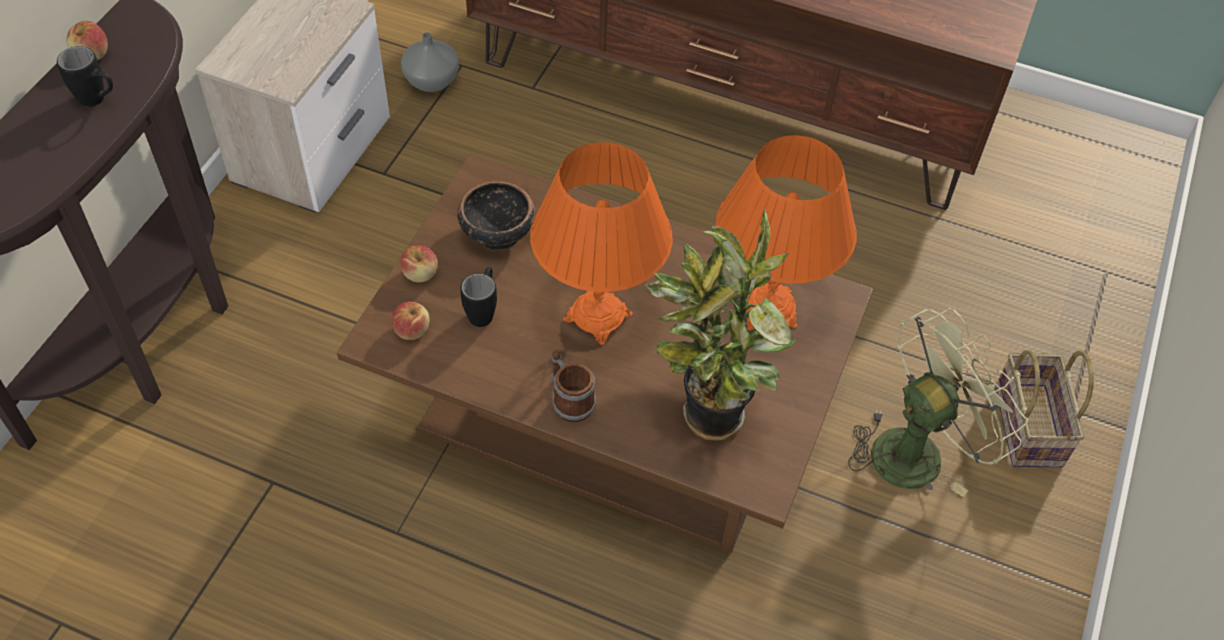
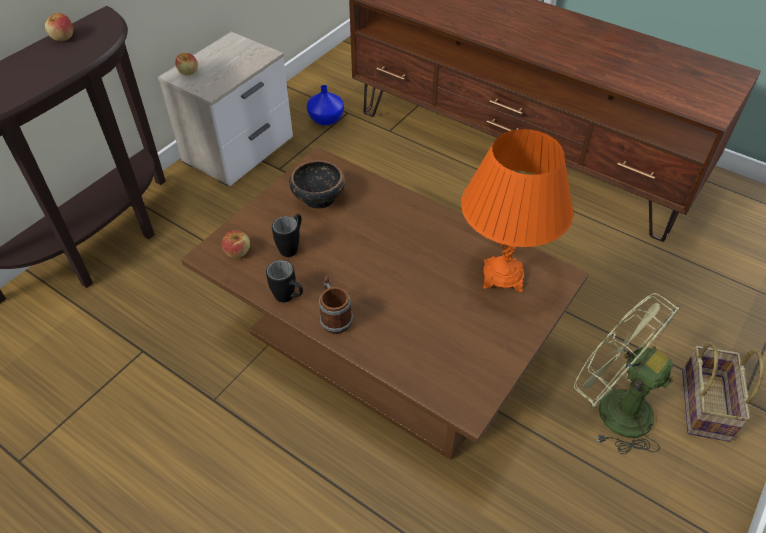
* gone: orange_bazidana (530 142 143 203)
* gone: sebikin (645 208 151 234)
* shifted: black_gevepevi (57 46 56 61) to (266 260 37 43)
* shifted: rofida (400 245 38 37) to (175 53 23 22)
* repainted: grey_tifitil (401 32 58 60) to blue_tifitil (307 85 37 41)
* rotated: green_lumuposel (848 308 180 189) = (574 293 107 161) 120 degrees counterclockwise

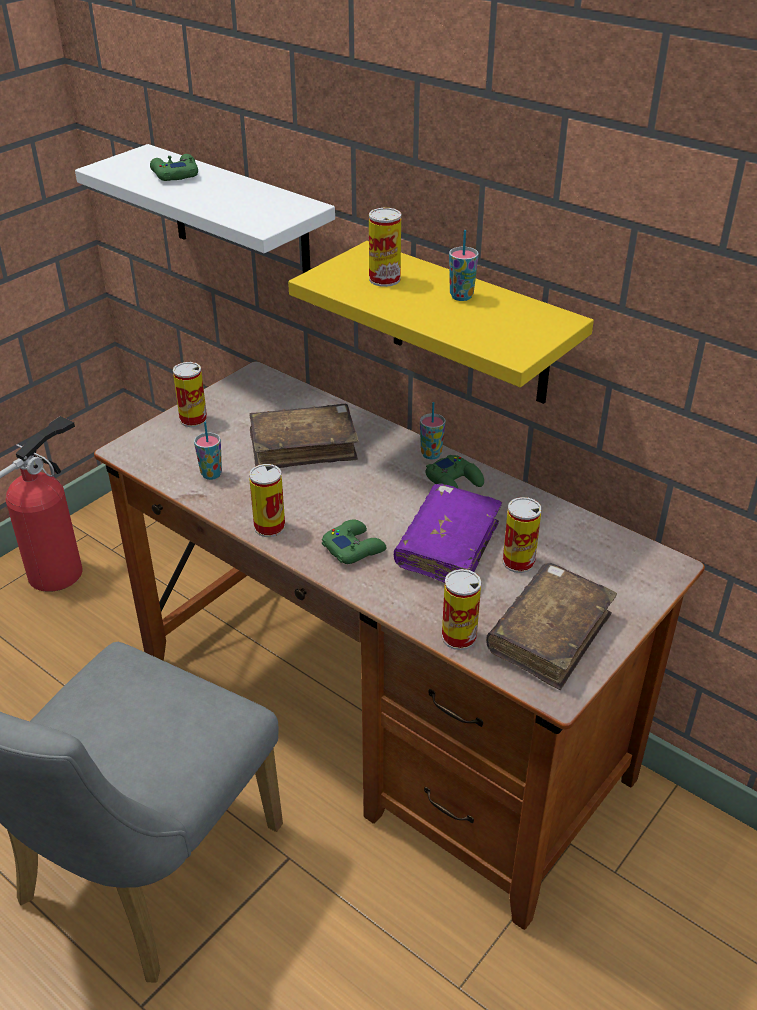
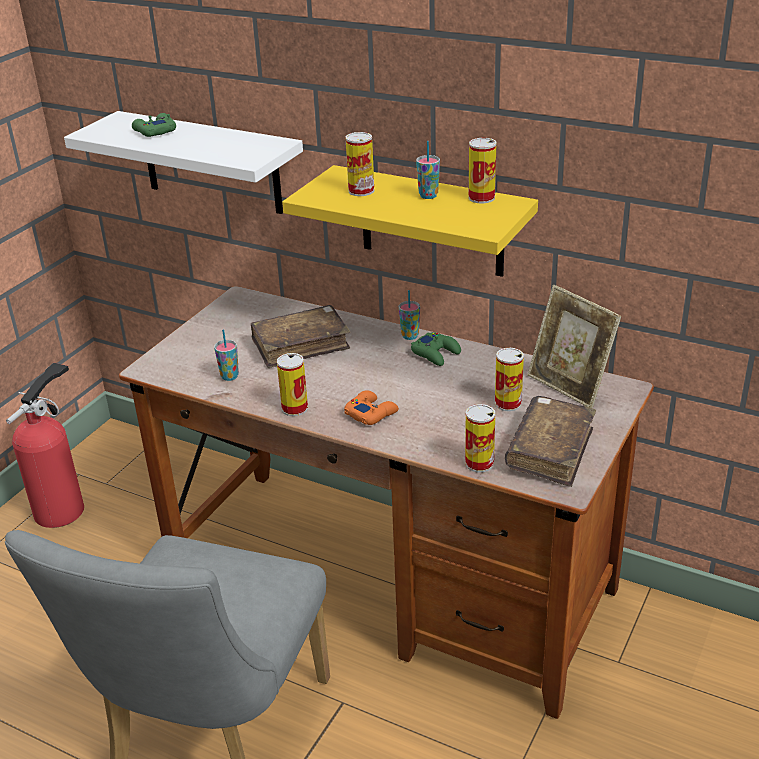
* gone: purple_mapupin (394 483 108 100)
* new: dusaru (527 285 94 123)
* shifted: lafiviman (173 362 34 65) to (468 138 28 65)
* repainted: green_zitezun (322 519 65 45) to orange_zitezun (344 390 55 35)

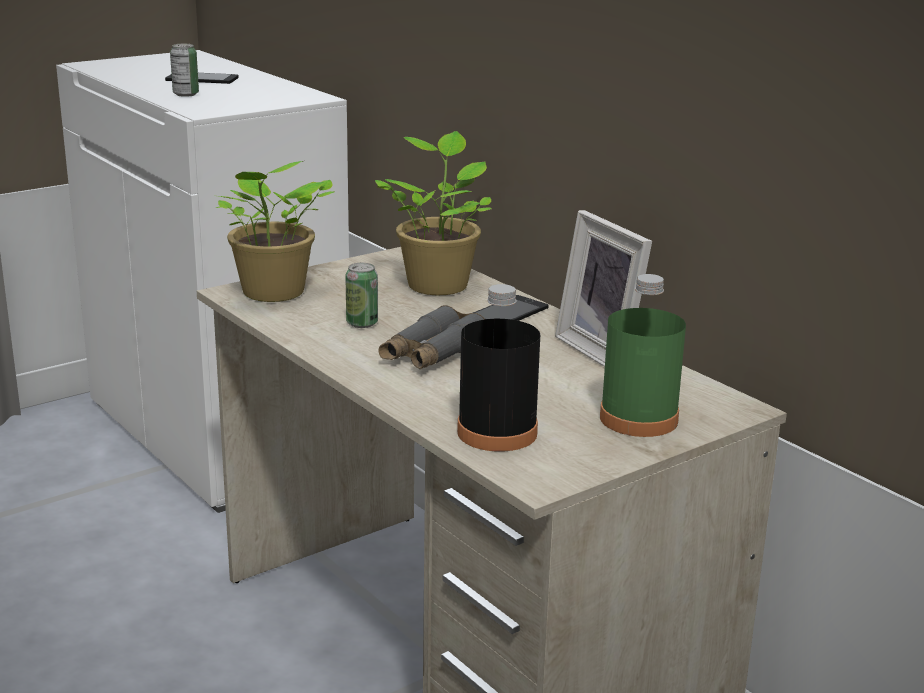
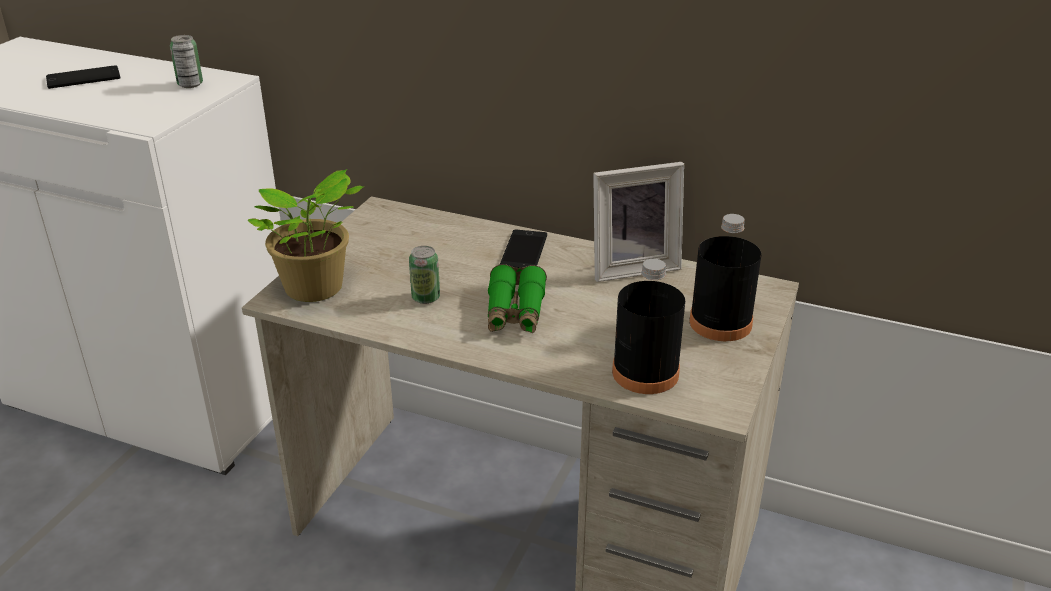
* gone: sebikin (375 131 116 164)
* shifted: lafiviman (170 44 29 53) to (170 35 33 53)
* repainted: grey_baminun (378 305 107 64) to green_baminun (488 264 59 69)
* repainted: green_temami (600 274 86 163) to black_temami (689 214 72 127)
* rotated: dusaru (555 210 97 157) = (593 162 91 120) 45 degrees counterclockwise

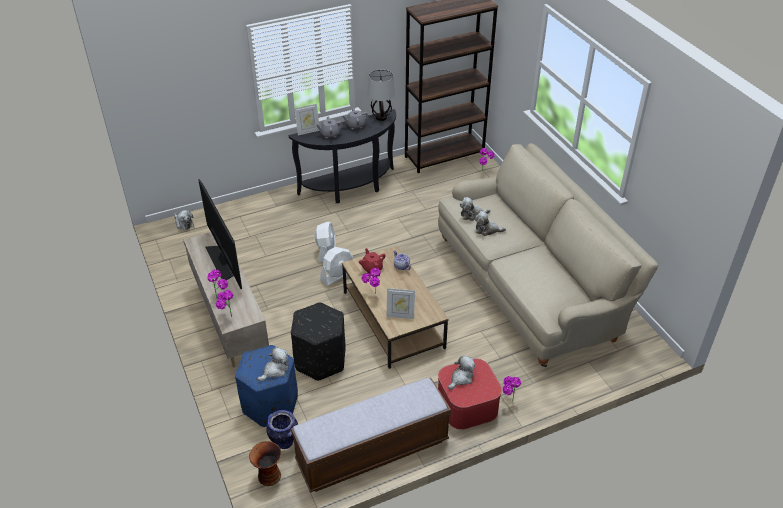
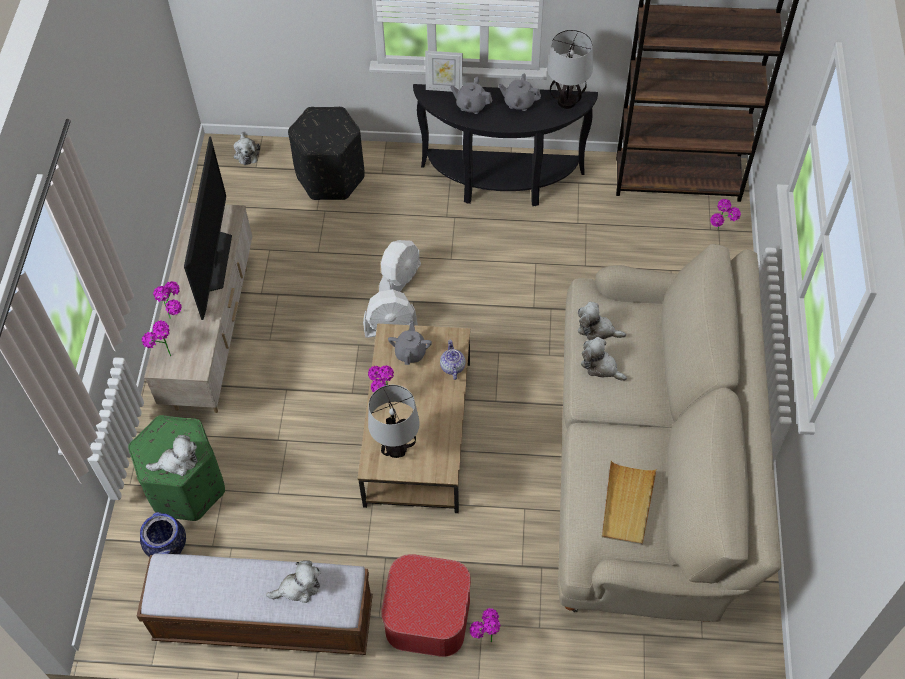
* gone: tifitil (249 441 32 45)
* new: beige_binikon (602 461 55 84)
* shifted: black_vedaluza (291 302 54 79) to (288 107 76 93)
* shifted: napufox (448 355 27 34) to (266 560 54 43)
* swapped: dusaru (387 288 28 31) to bazidana (368 385 52 73)
* repainted: blue_vedaluza (235 345 63 82) to green_vedaluza (128 415 97 106)
* repainted: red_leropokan (359 248 27 26) to grey_leropokan (388 321 44 44)

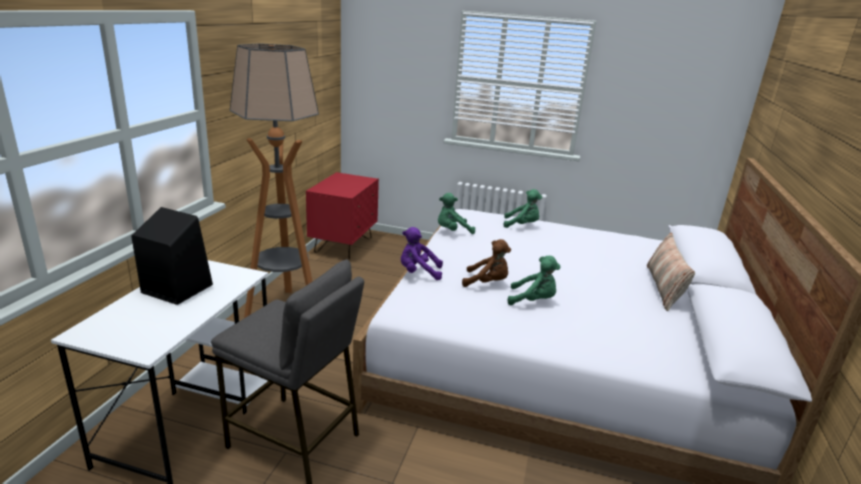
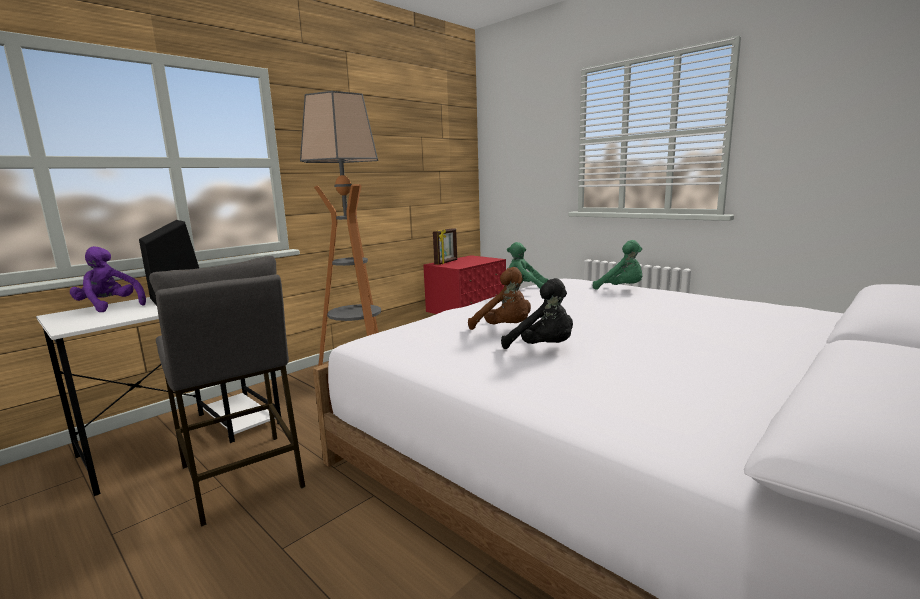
* gone: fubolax (647 232 48 79)
* new: dusaru (433 228 24 37)
* shifted: purple_napufox (401 227 42 53) to (70 246 76 66)
* repainted: green_napufox (508 256 53 49) to black_napufox (501 278 72 71)

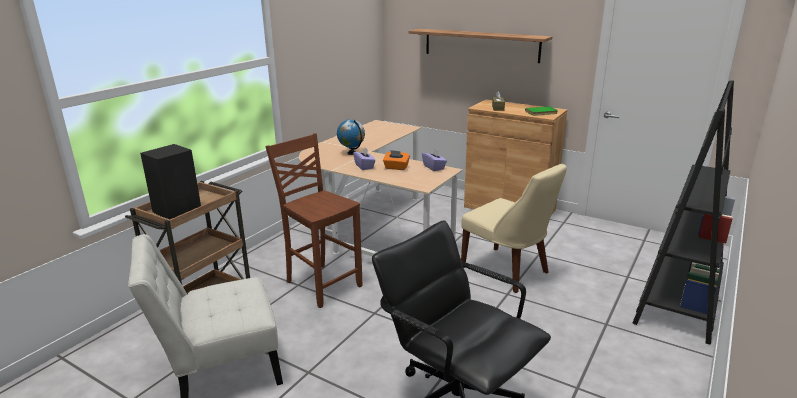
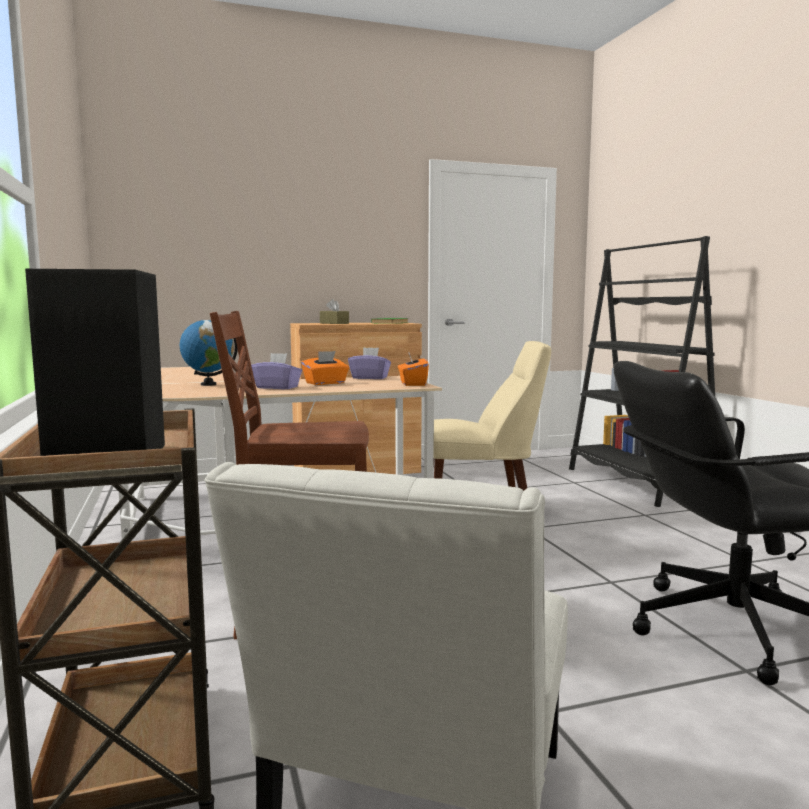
* gone: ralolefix (408 29 144 34)
* new: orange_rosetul (398 353 31 33)

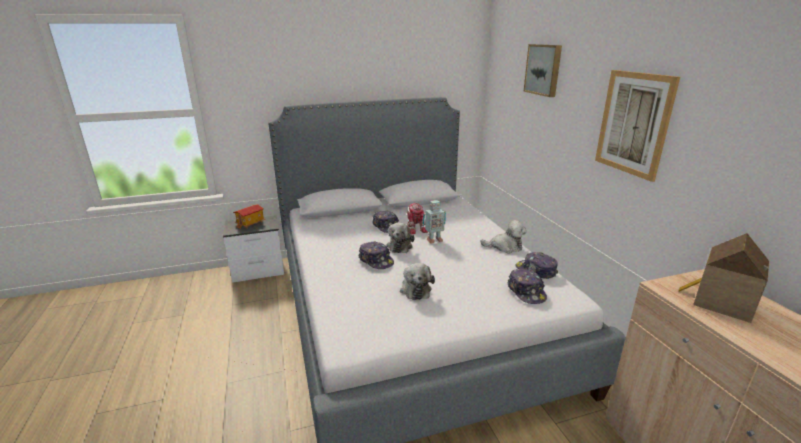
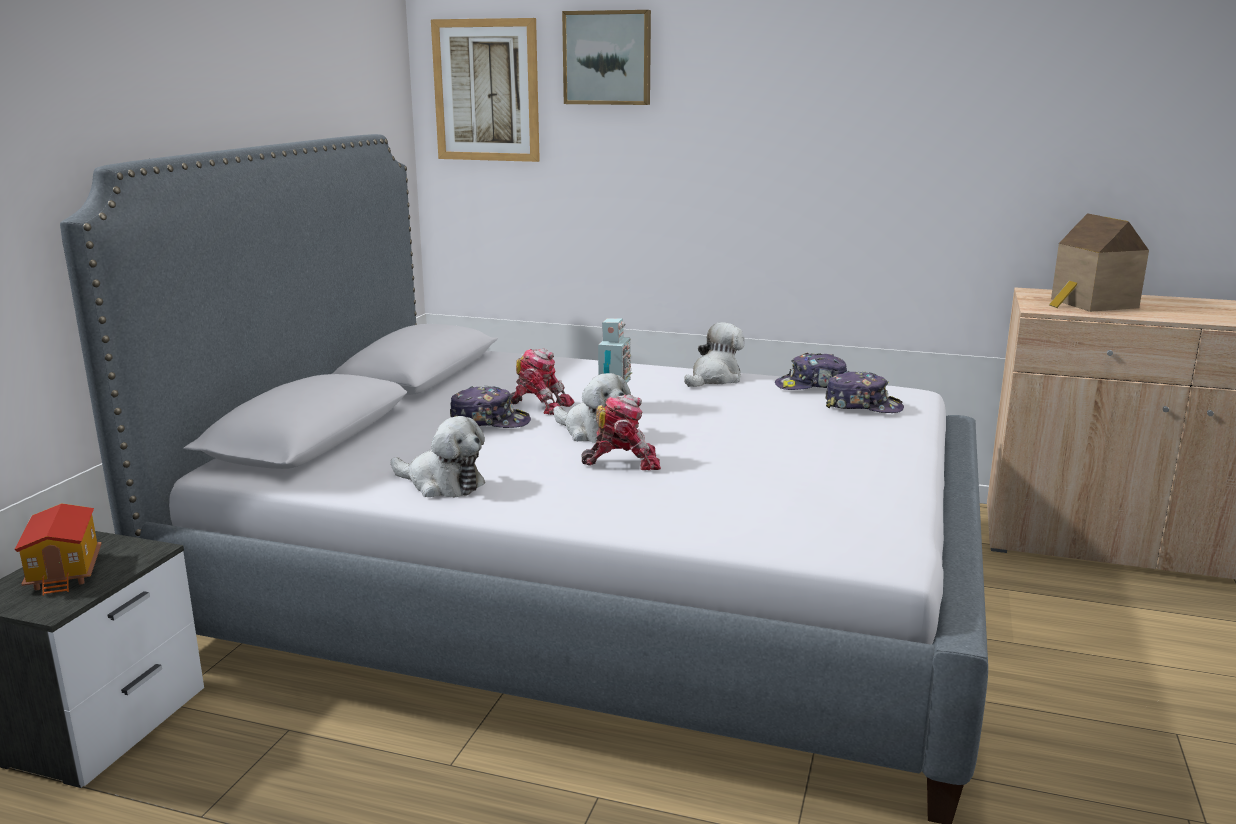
* shifted: napufox (400 263 35 37) to (391 416 94 81)
* shifted: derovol (595 70 85 112) to (431 18 109 144)
* swapped: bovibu (359 241 35 28) to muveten (581 394 80 76)

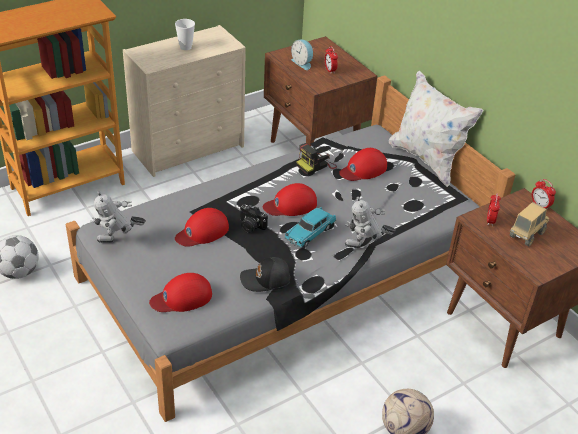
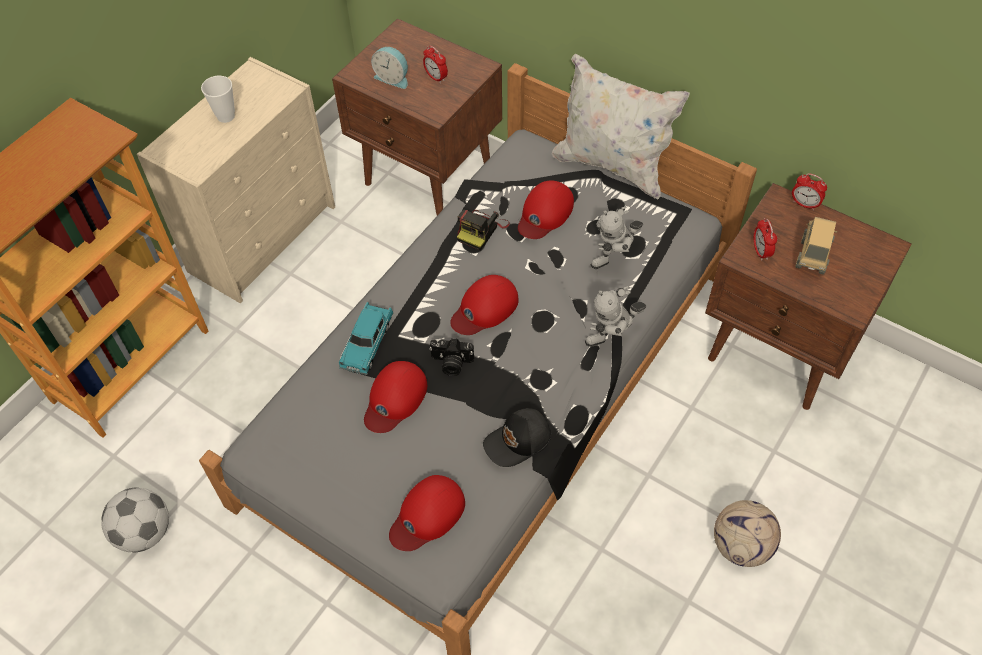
* shifted: muveten (90 191 56 52) to (591 206 52 63)
* shifted: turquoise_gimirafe (284 207 52 41) to (339 302 55 73)

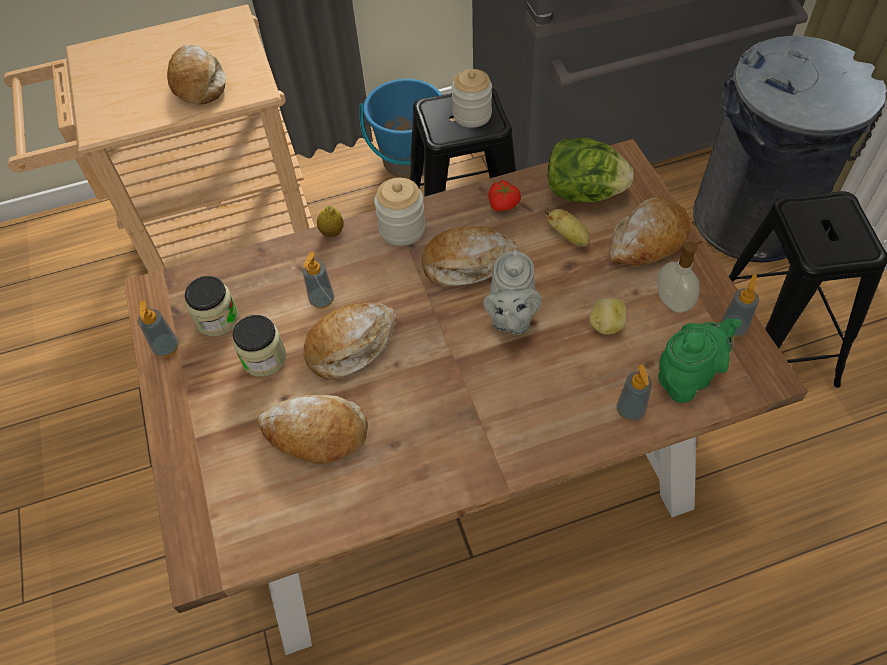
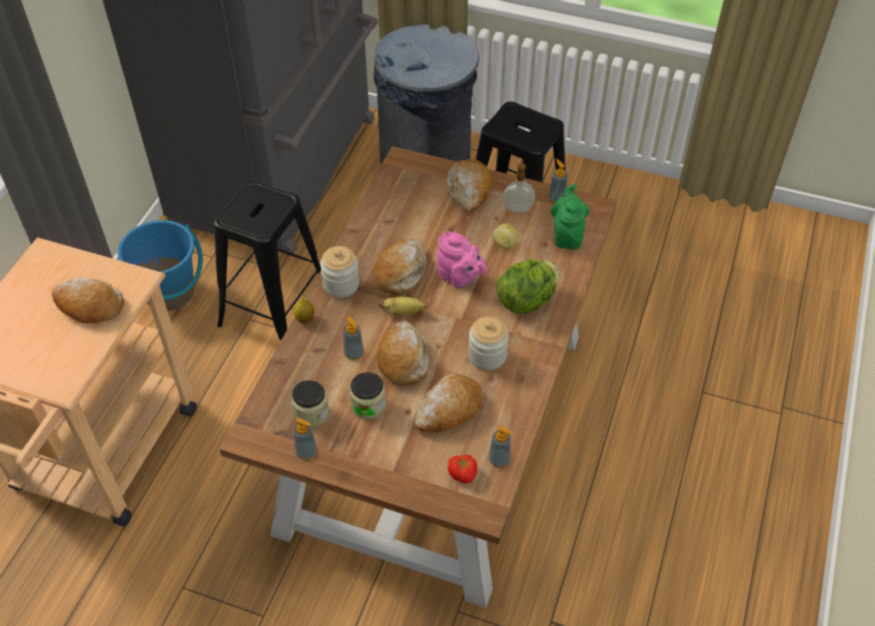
* shifted: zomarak (452 69 40 59) to (468 316 41 54)
* shifted: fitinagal (488 180 33 32) to (448 455 29 29)
* shifted: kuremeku (544 206 46 41) to (379 297 47 17)
* shifted: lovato (548 138 86 64) to (496 259 63 55)
* shifted: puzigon (617 365 35 56) to (489 425 24 43)
* repainted: grey_leropokan (483 249 58 86) to pink_leropokan (437 231 50 58)

